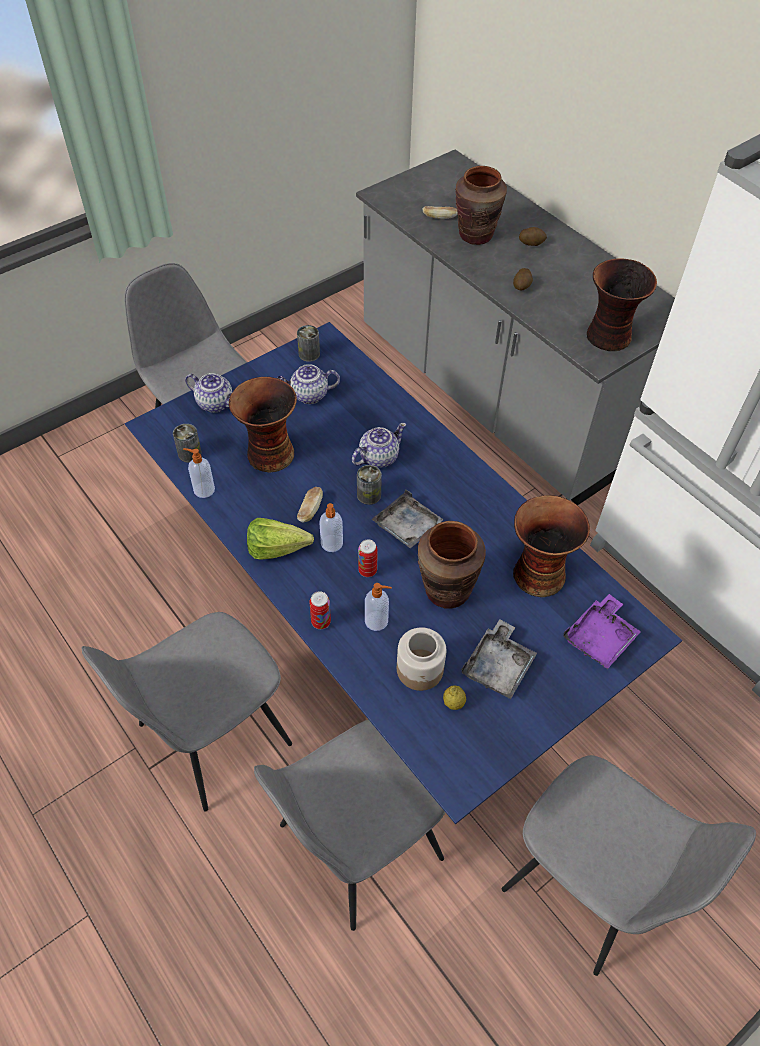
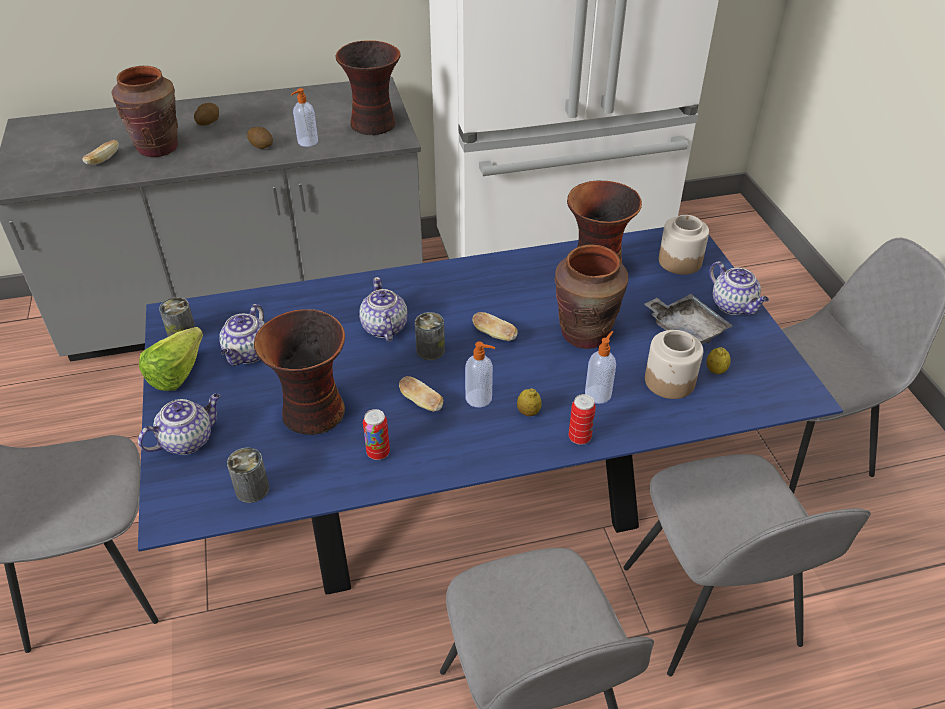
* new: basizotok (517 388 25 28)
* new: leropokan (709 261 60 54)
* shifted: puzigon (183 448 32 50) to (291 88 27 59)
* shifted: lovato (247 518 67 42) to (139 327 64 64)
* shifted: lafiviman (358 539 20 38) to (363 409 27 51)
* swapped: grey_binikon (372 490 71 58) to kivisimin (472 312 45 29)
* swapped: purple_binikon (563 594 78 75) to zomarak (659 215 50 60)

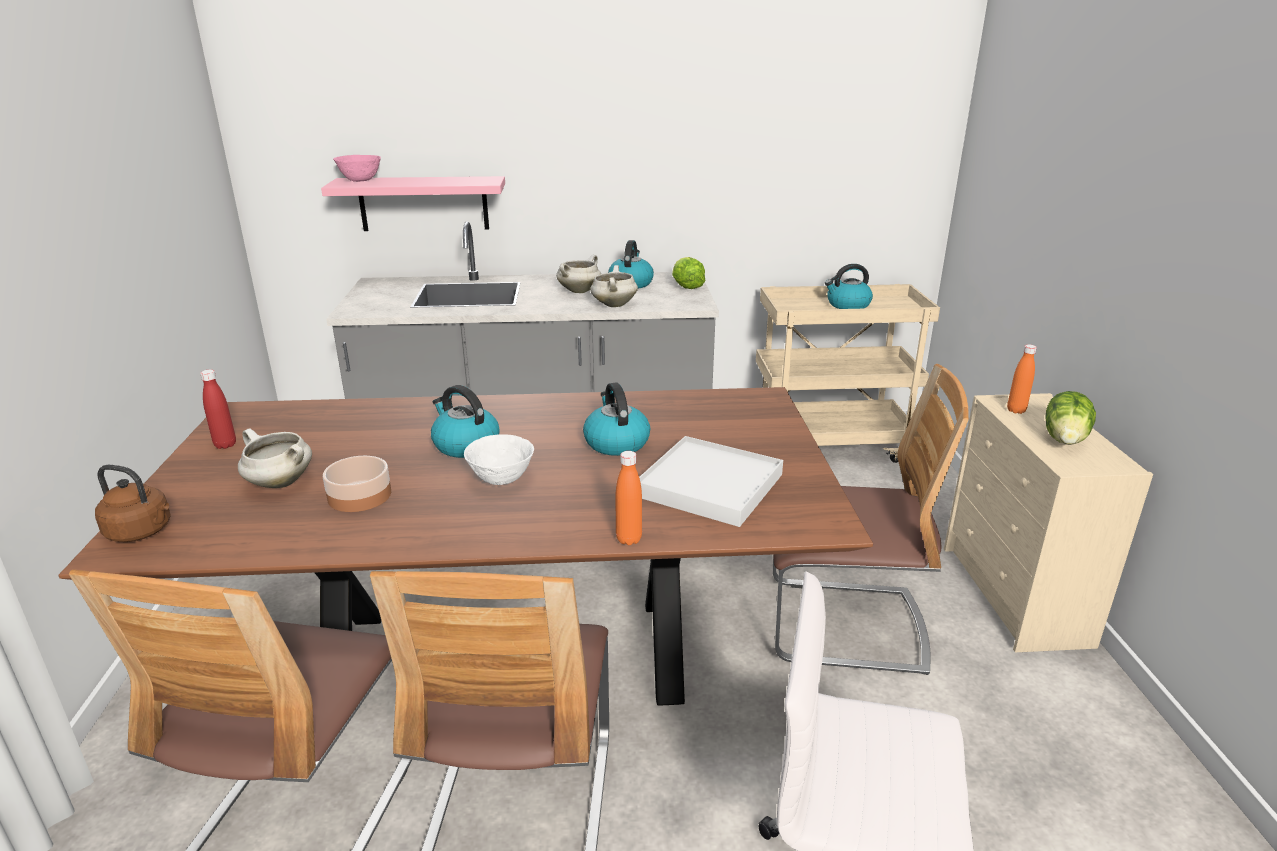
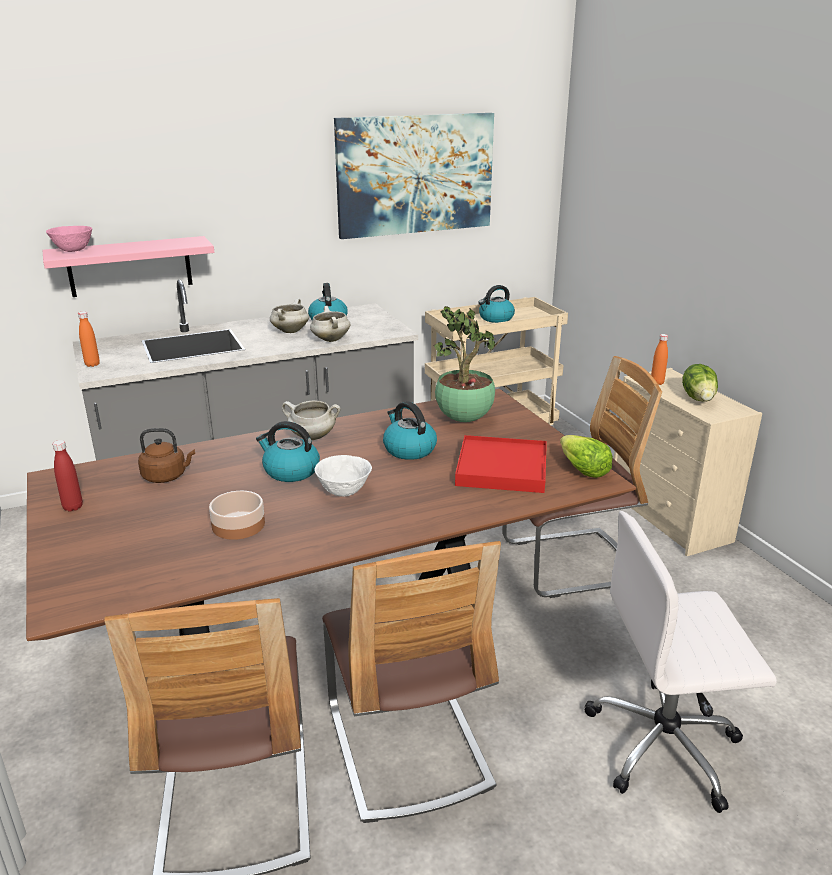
* new: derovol (334 113 160 126)
* new: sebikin (433 306 62 116)
* shifted: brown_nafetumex (95 465 76 77) to (138 428 57 55)
* shifted: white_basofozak (238 428 74 60) to (282 401 58 39)
* shifted: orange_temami (615 451 27 94) to (78 311 22 56)
* shifted: lovato (672 257 33 32) to (560 435 53 43)
* repainted: white_binikon (639 436 144 91) to red_binikon (455 435 92 58)

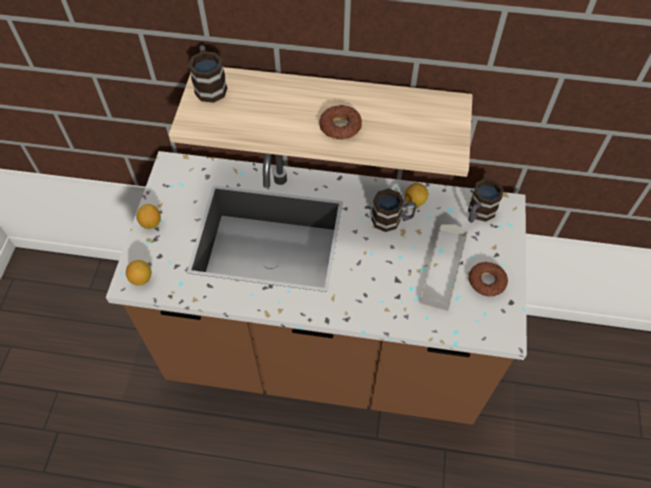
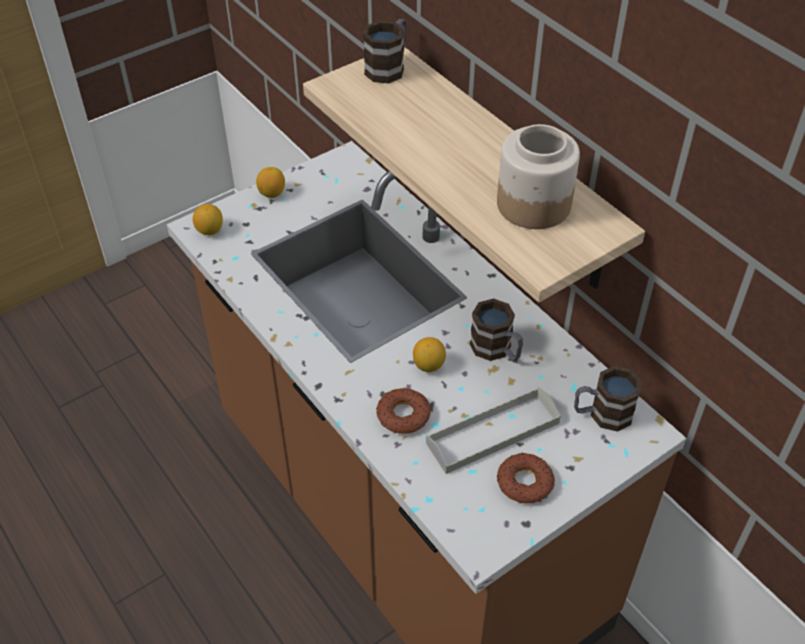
* new: zomarak (497 124 83 105)
* shifted: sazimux (319 105 43 35) to (376 388 55 46)
* shifted: basizotok (405 183 23 24) to (413 337 33 35)

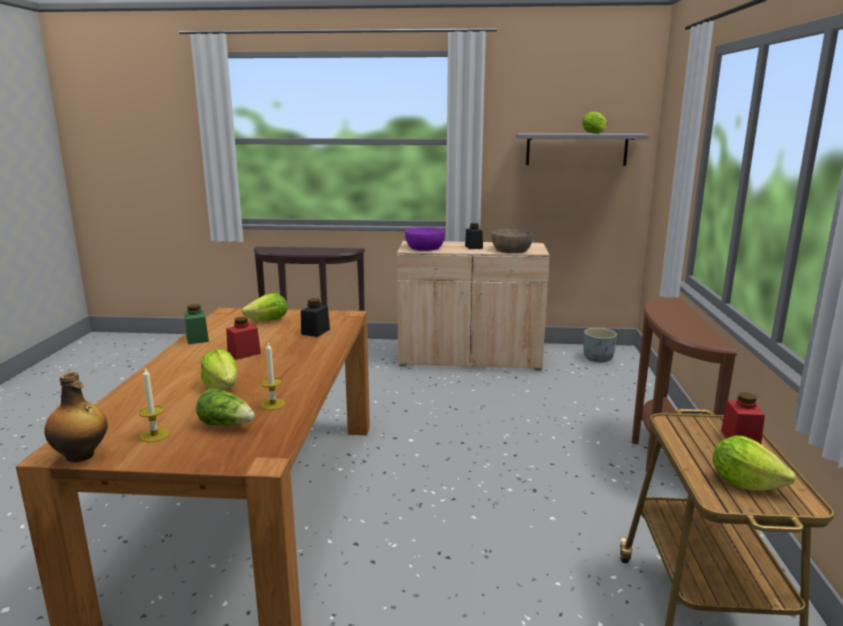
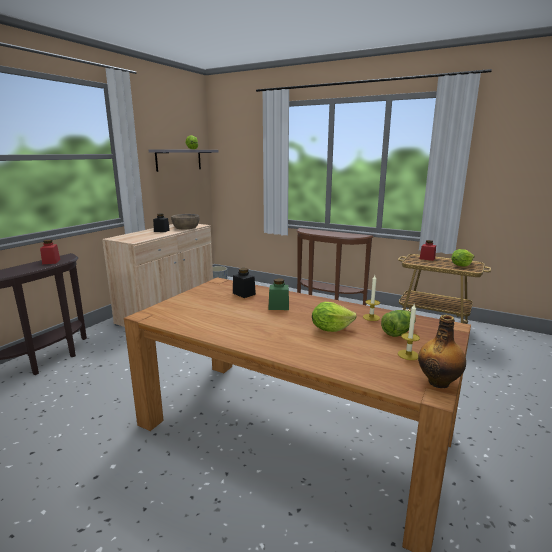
* gone: lovato (242 293 46 28)
* gone: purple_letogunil (405 227 40 24)
* shifted: green_zomarak (185 304 24 40) to (268 278 21 32)
* shifted: red_zomarak (226 317 35 43) to (40 240 20 24)

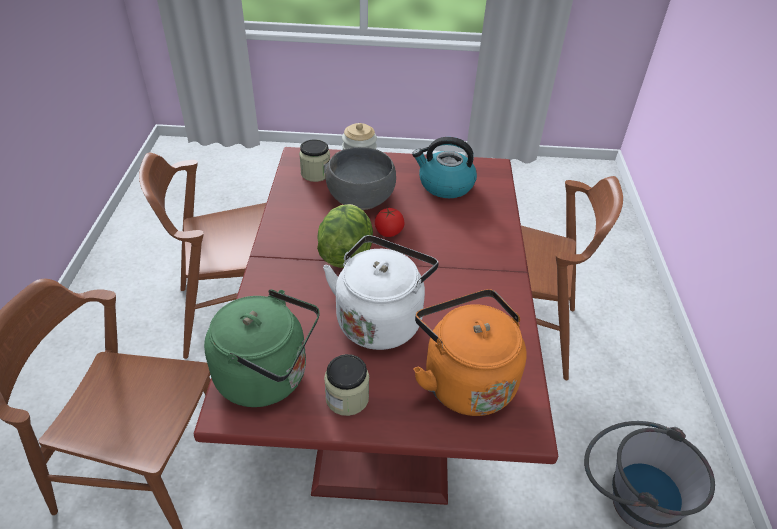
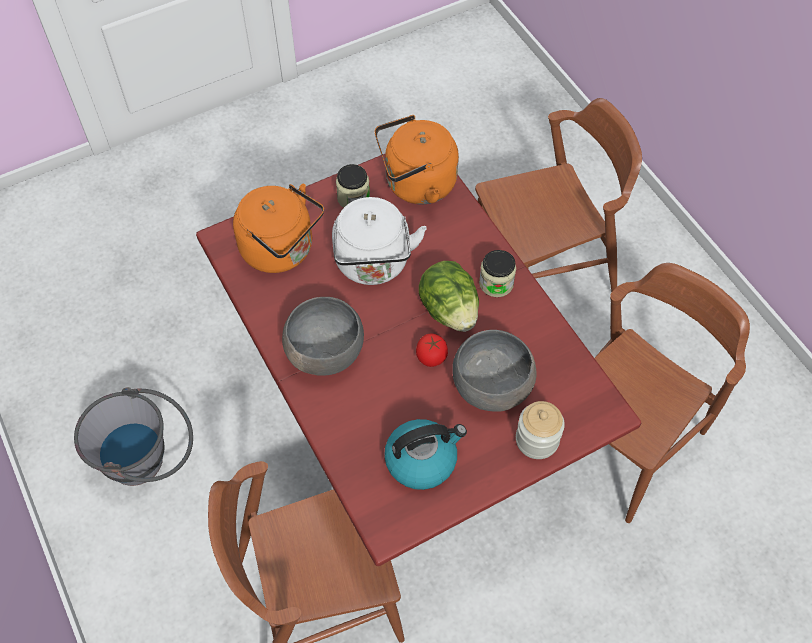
* new: grey_letogunil (282 297 82 79)
* shifted: zomarak (299 139 31 43) to (479 250 37 47)
* repainted: green_nafetumex (204 289 116 118) to orange_nafetumex (375 115 84 89)

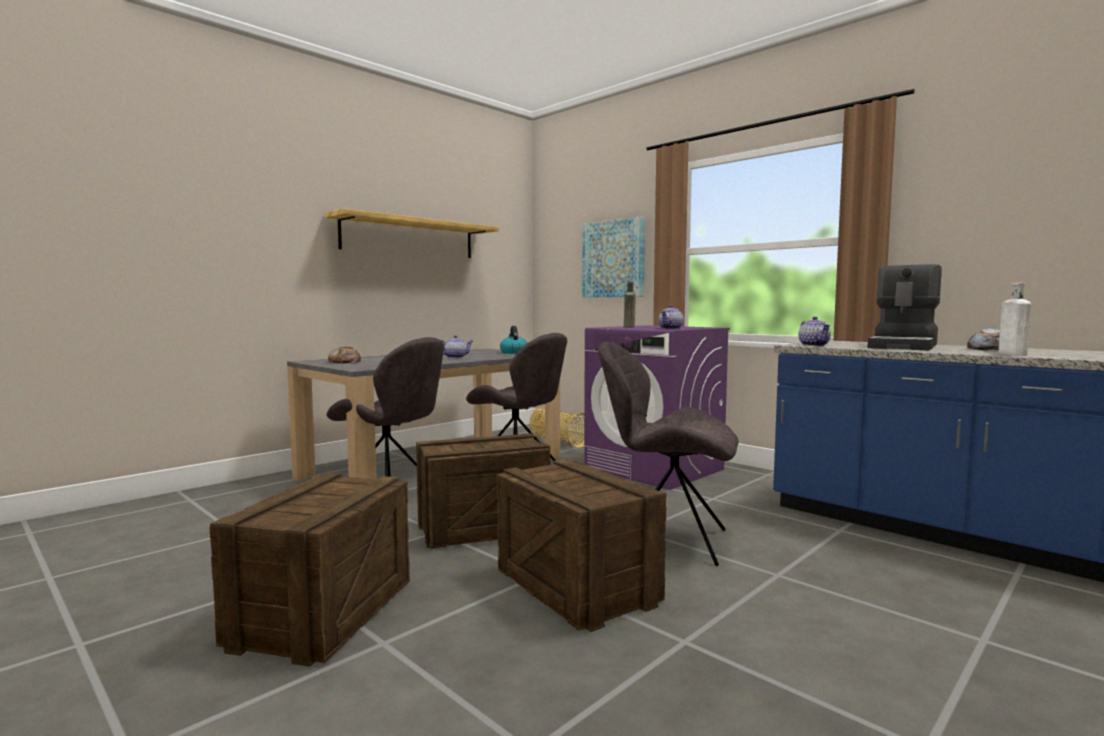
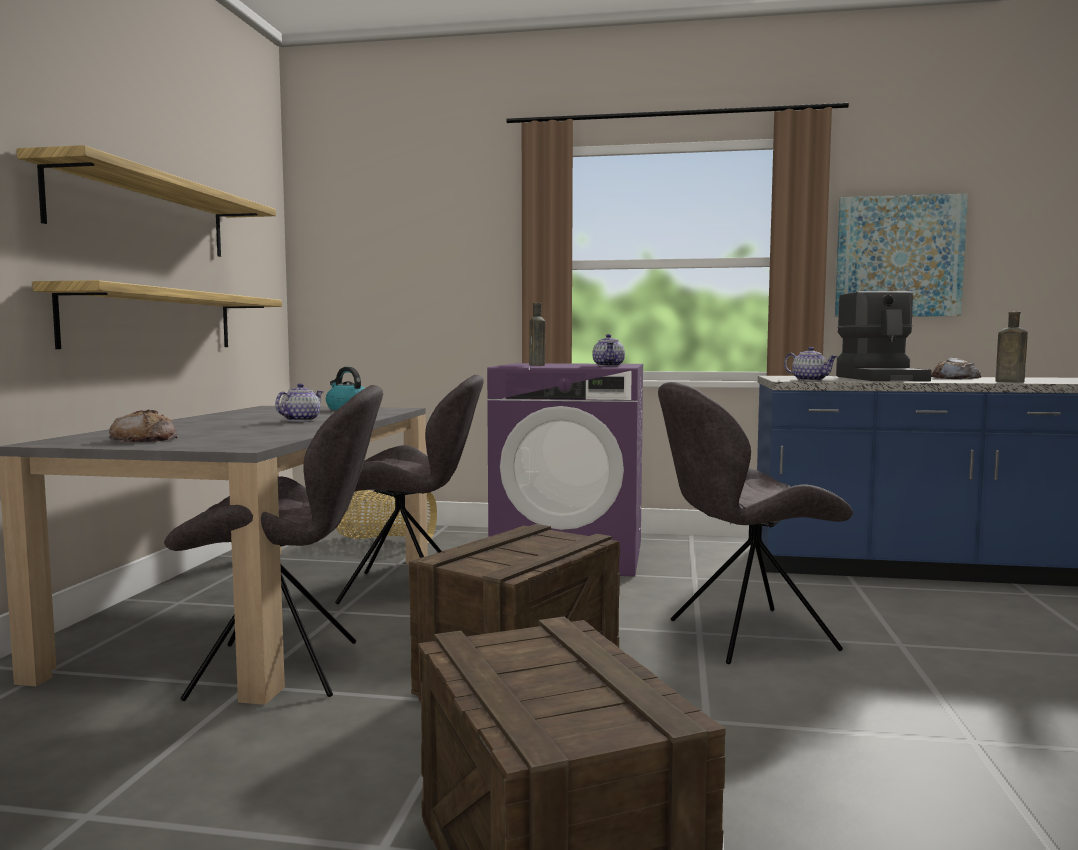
* gone: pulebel (497 459 169 173)
* new: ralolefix (32 280 250 69)
* shifted: derovol (582 216 63 82) to (835 194 133 123)
* repainted: white_temami (999 283 32 73) to brown_temami (995 312 33 71)

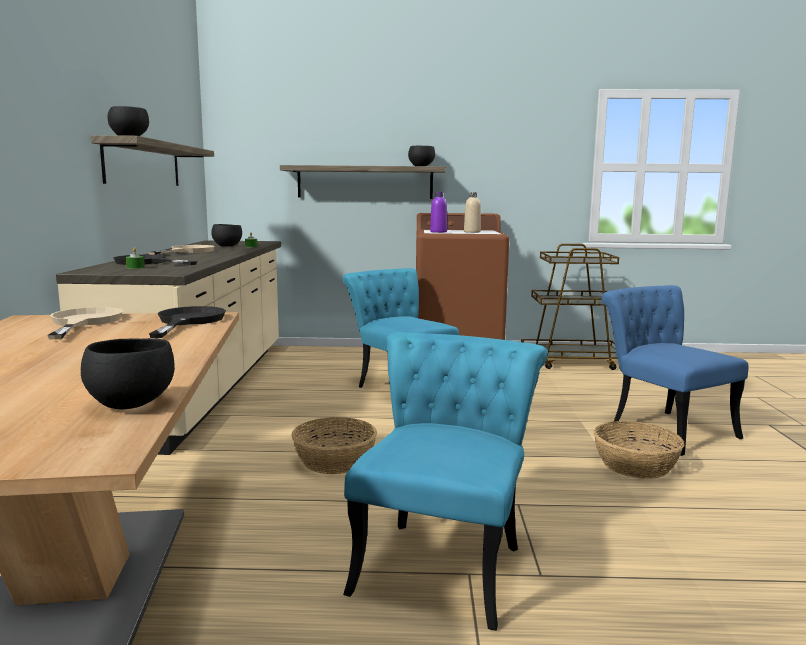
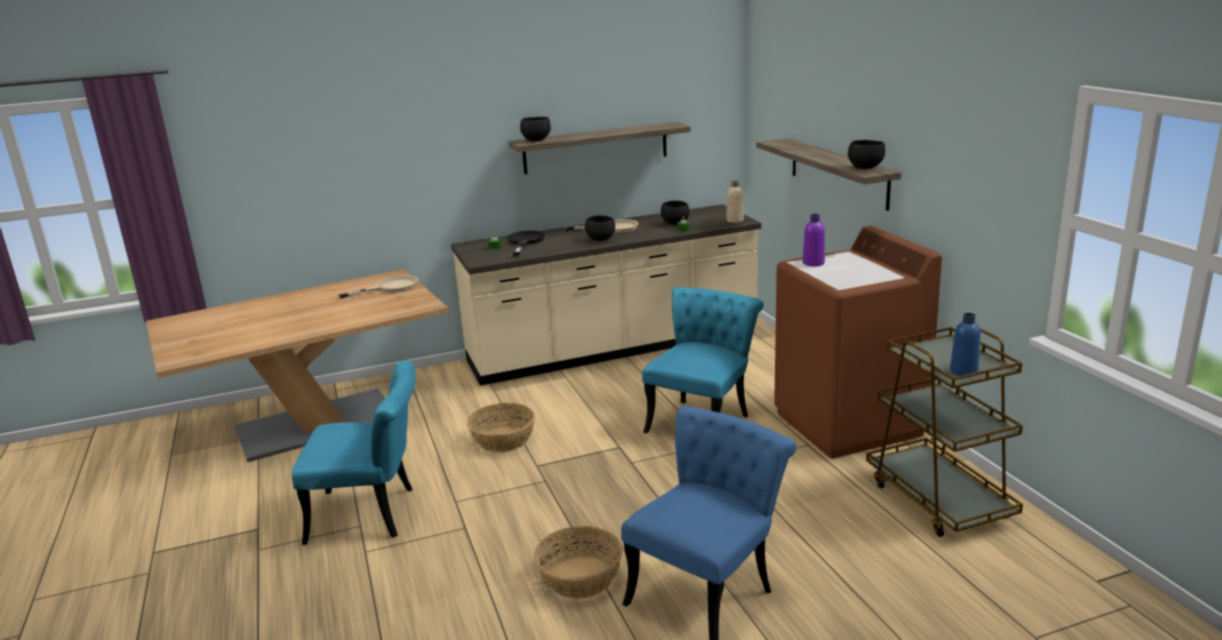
* gone: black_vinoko (149 306 77 32)
* new: blue_temami (950 313 31 63)
* shifted: black_letogunil (81 338 94 71) to (585 215 30 26)
* shifted: beige_temami (464 192 17 41) to (726 181 18 42)

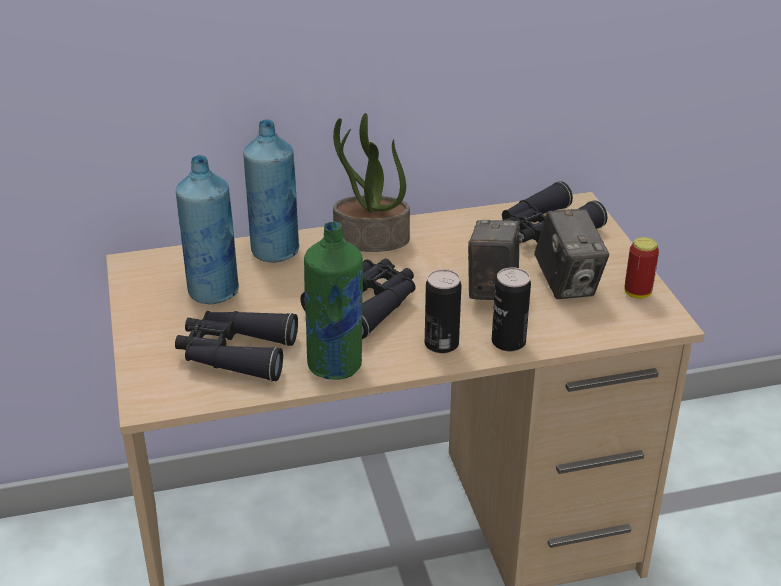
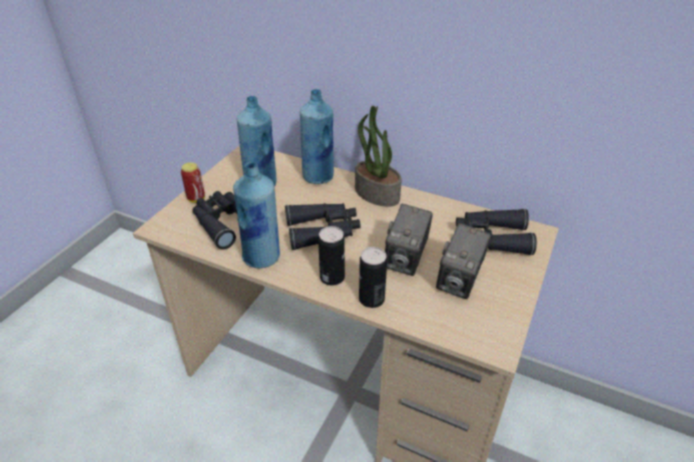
* shifted: lafiviman (625 237 34 62) to (181 162 24 41)
* repainted: green_temami (304 222 59 158) to blue_temami (233 162 47 106)
* rotated: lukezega (468 220 54 80) = (385 204 48 72) 150 degrees clockwise

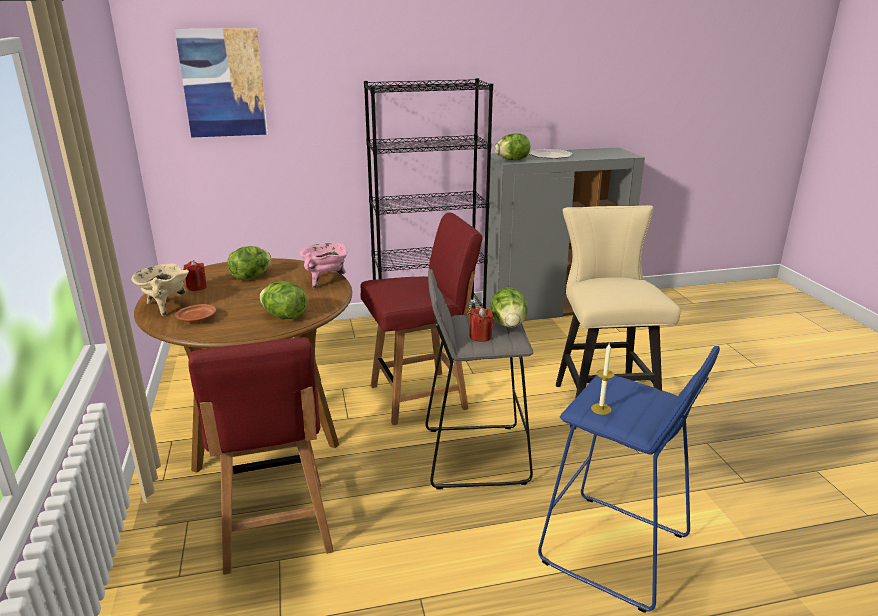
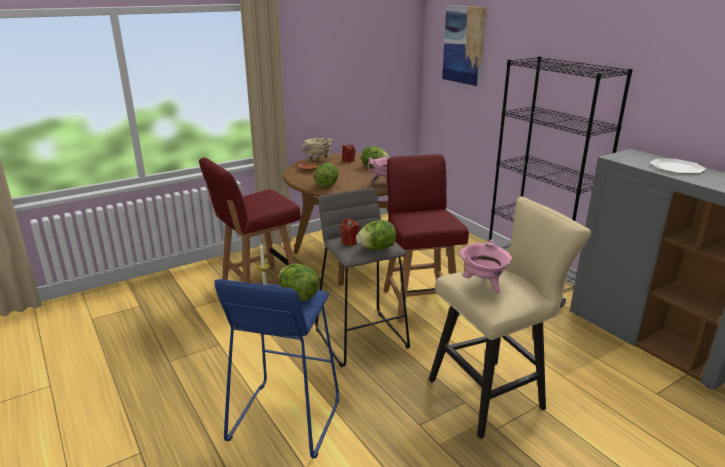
* new: pink_basofozak (460 239 52 54)
* shifted: lovato (494 133 36 27) to (279 263 40 38)
* rotated: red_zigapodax (360 212 123 213) = (384 154 85 169) 150 degrees counterclockwise

